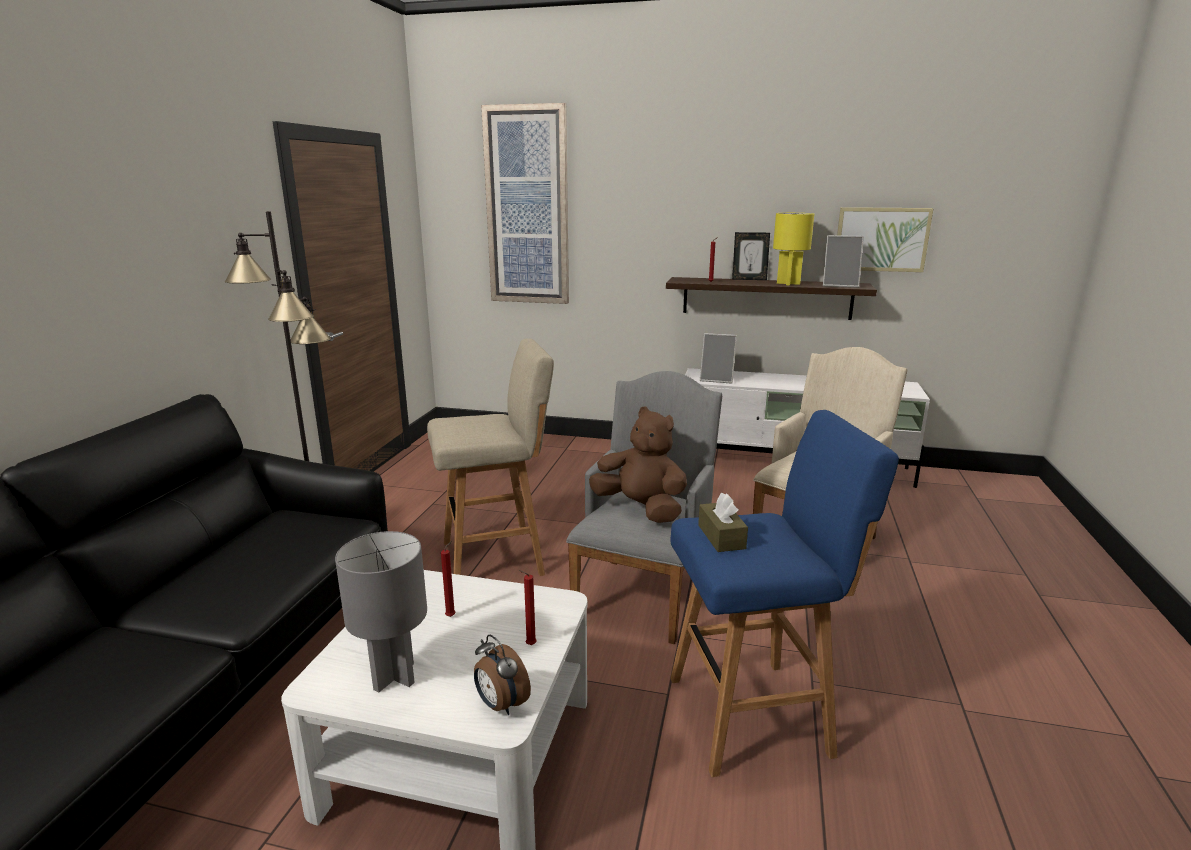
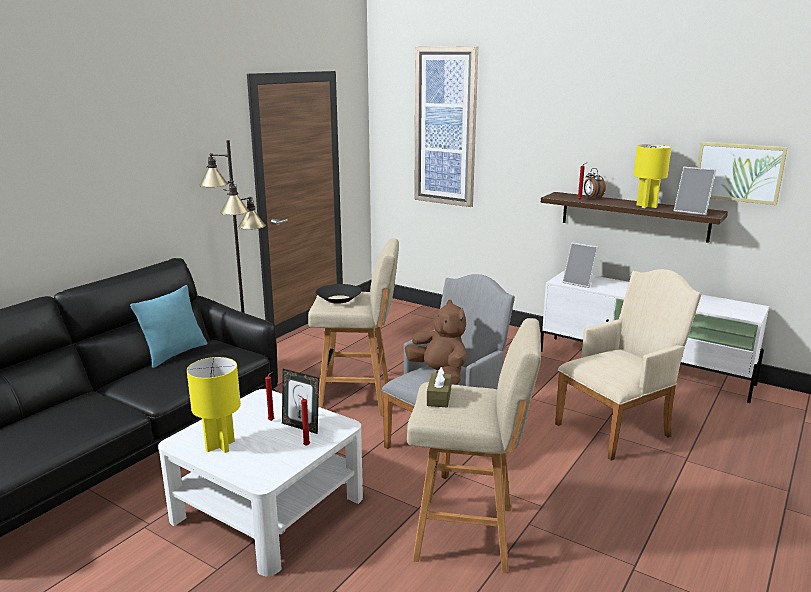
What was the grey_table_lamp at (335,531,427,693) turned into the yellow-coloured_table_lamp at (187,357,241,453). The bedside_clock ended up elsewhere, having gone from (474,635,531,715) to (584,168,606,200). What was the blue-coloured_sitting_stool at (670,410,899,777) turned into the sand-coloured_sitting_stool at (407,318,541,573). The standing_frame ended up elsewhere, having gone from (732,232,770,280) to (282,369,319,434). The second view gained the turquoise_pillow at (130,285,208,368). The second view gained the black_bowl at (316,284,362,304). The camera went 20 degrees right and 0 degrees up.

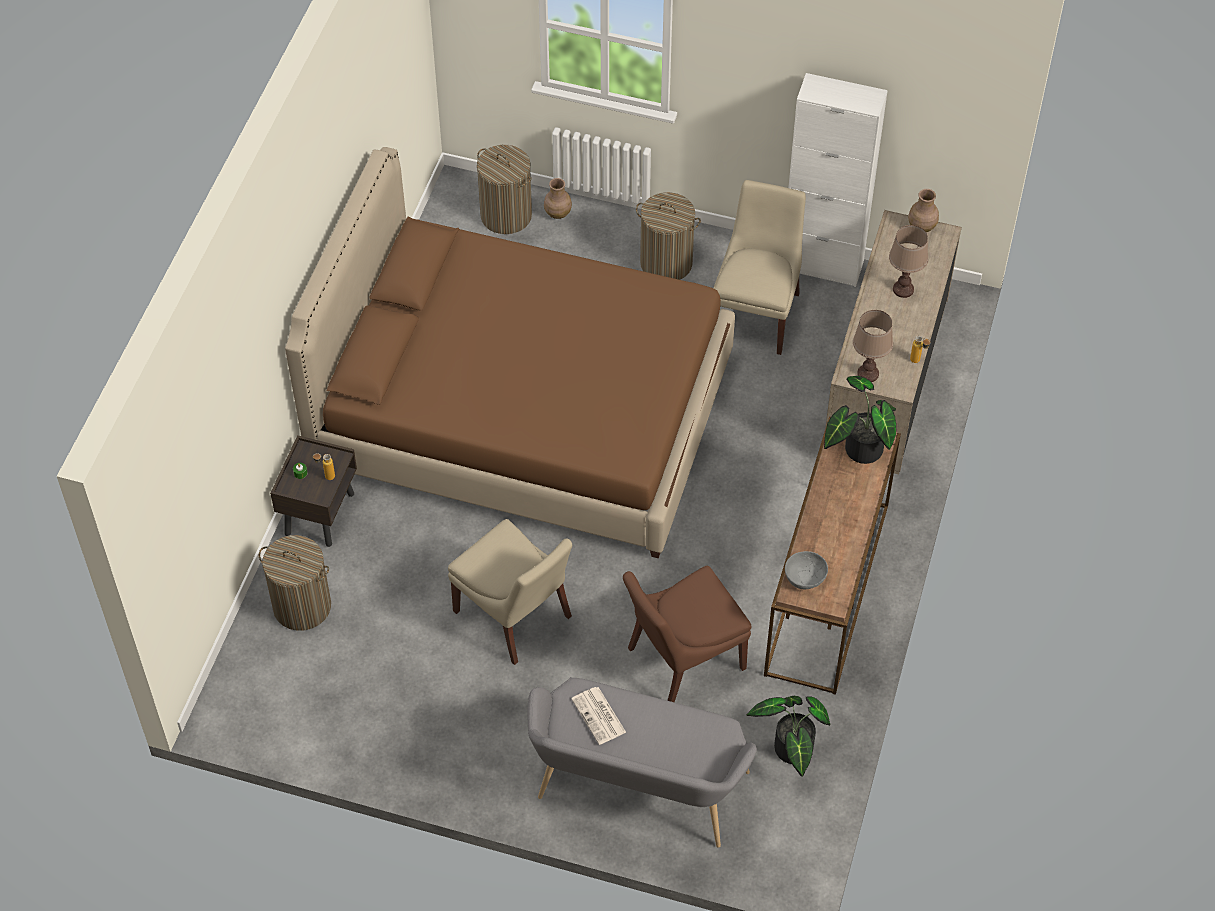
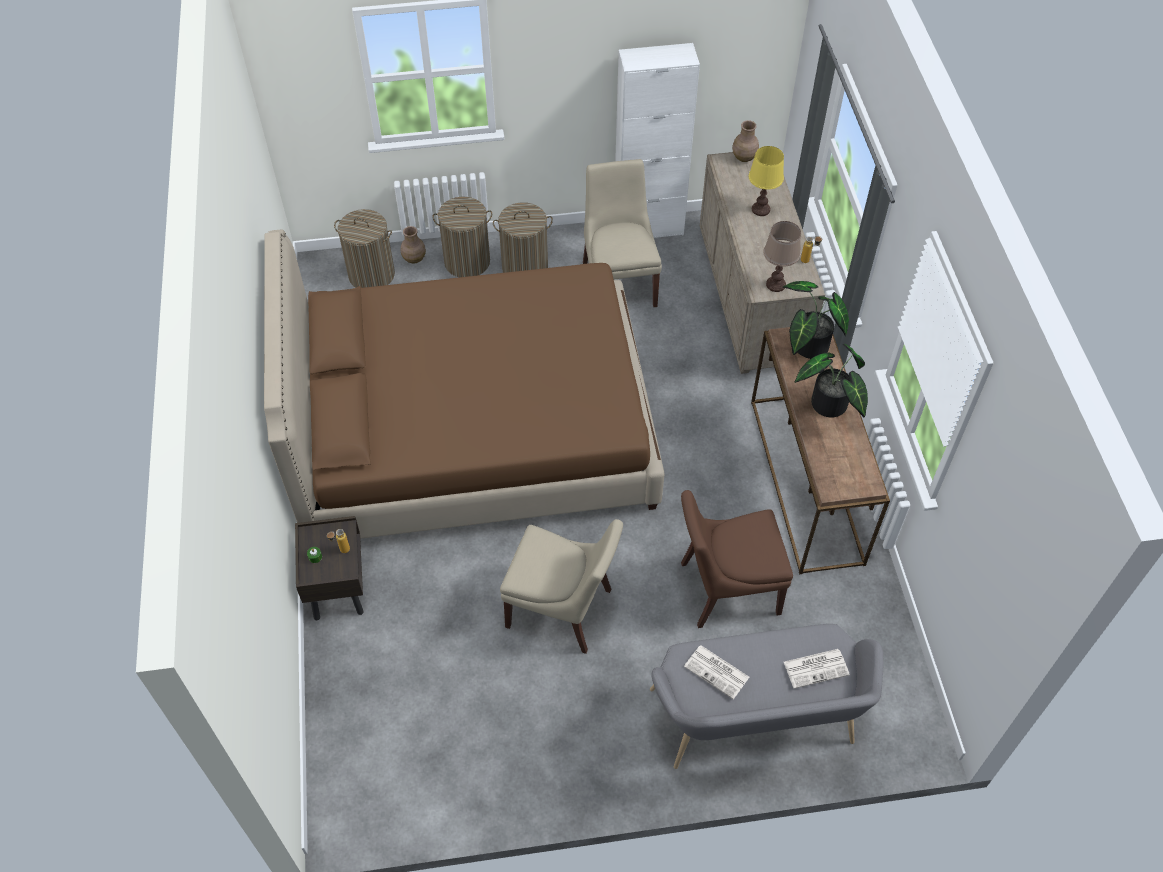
The washing_basket ended up elsewhere, having gone from (259,535,331,631) to (432,197,492,277). The brown-coloured_plain_chair at (623,566,751,702) ended up facing another way, 45 degrees clockwise from before. The potted_plant ended up elsewhere, having gone from (747,696,830,777) to (795,344,868,417). The second view lost the grey_bowl at (785,551,828,589). What was the brown-coloured_table_lamp at (889,225,928,298) turned into the yellow-coloured_table_lamp at (749,146,784,216). The second view gained the daily_paper at (784,649,850,689). The camera went 25 degrees left and 0 degrees up.

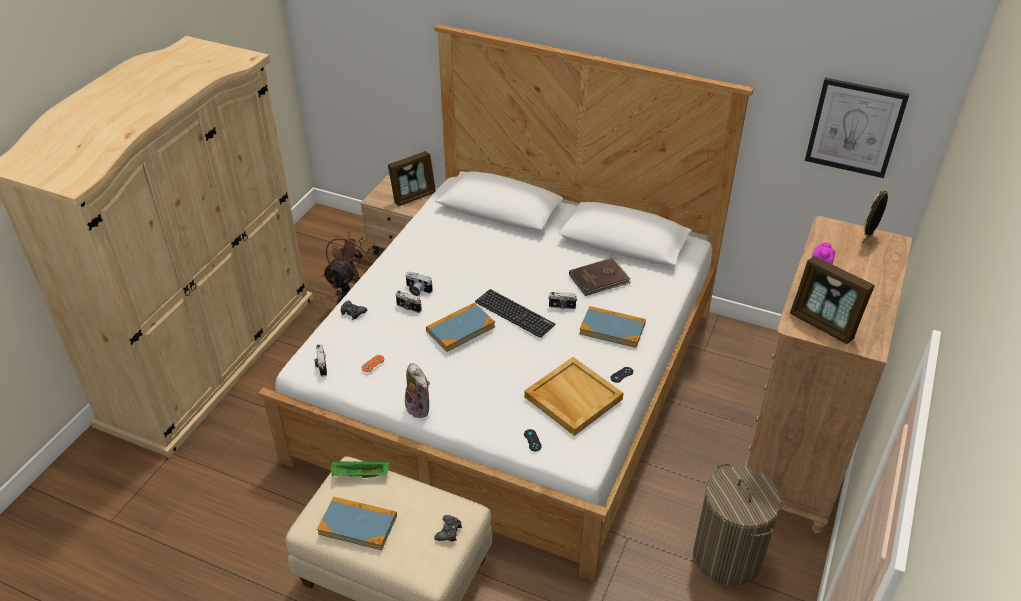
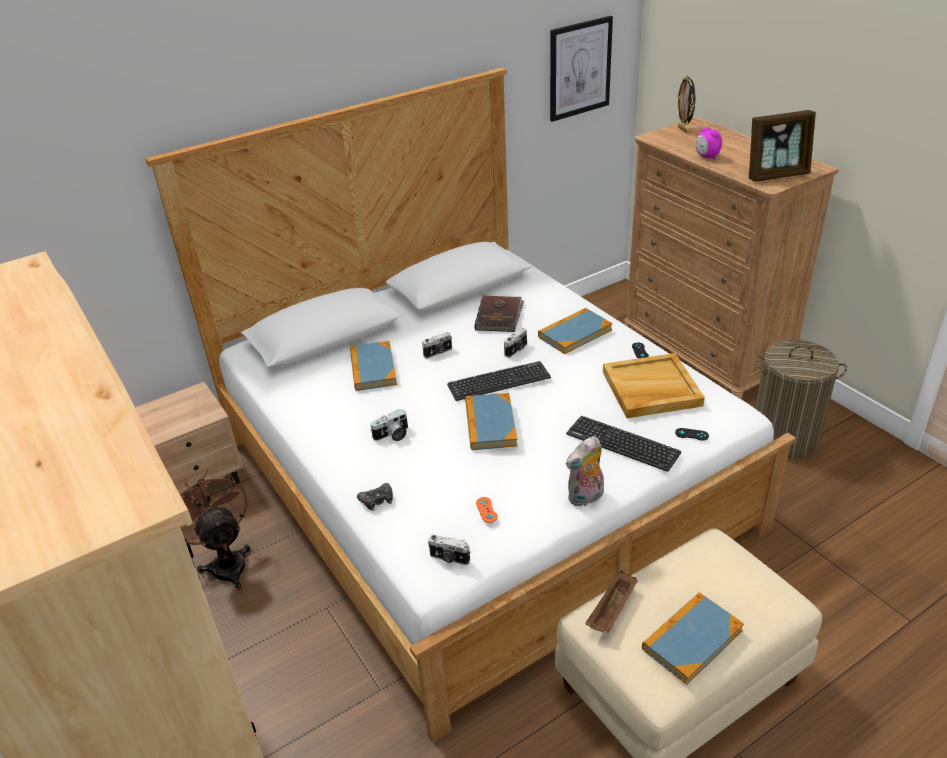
What was the greenish_tray at (331,461,389,478) turned into the brown-coloured_tray at (585,571,638,633). The second view lost the standing_frame at (388,151,436,206). The still_camera ended up elsewhere, having gone from (396,291,422,313) to (422,332,452,359). The soft_toy at (405,363,430,418) ended up facing another way, 150 degrees clockwise from before. The second view lost the black_gamepad at (434,515,462,542). The second view gained the volume at (350,341,397,391). The second view gained the PC_keyboard at (566,416,681,472). The camera went 55 degrees left and 5 degrees down.

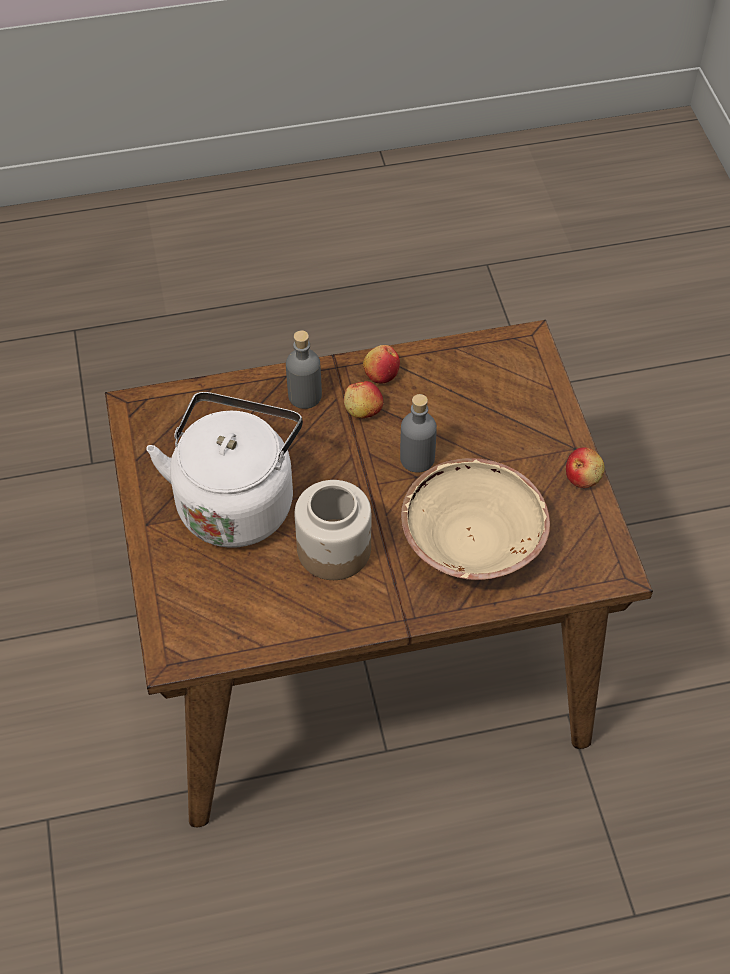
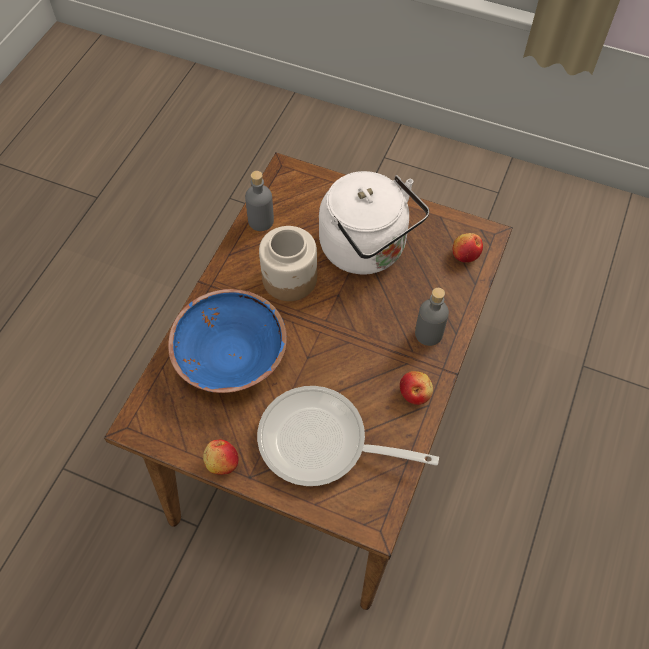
The apple_fruit ended up elsewhere, having gone from (344,381,383,418) to (453,233,483,263). The grey_drink_bottle ended up elsewhere, having gone from (400,394,437,473) to (245,171,274,231). What was the sand-coloured_bowl at (401,458,550,580) turned into the blue-coloured_bowl at (168,289,287,393). The second view gained the skillet at (257,386,439,486). The camera went 125 degrees right and 5 degrees up.

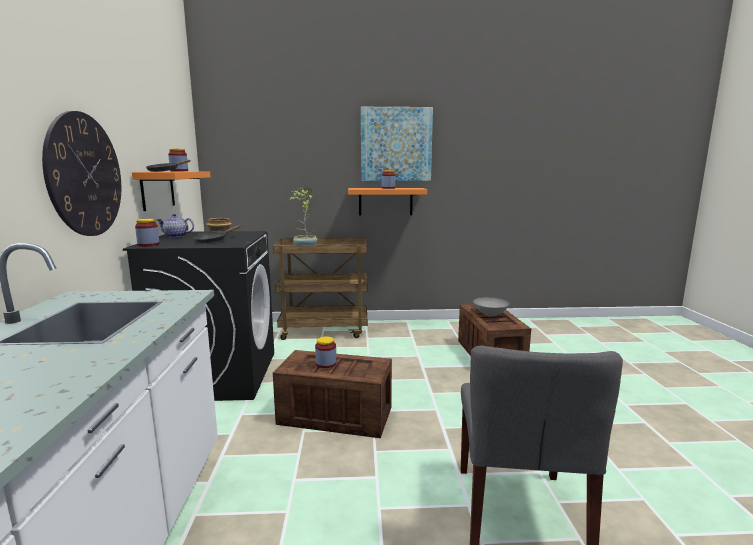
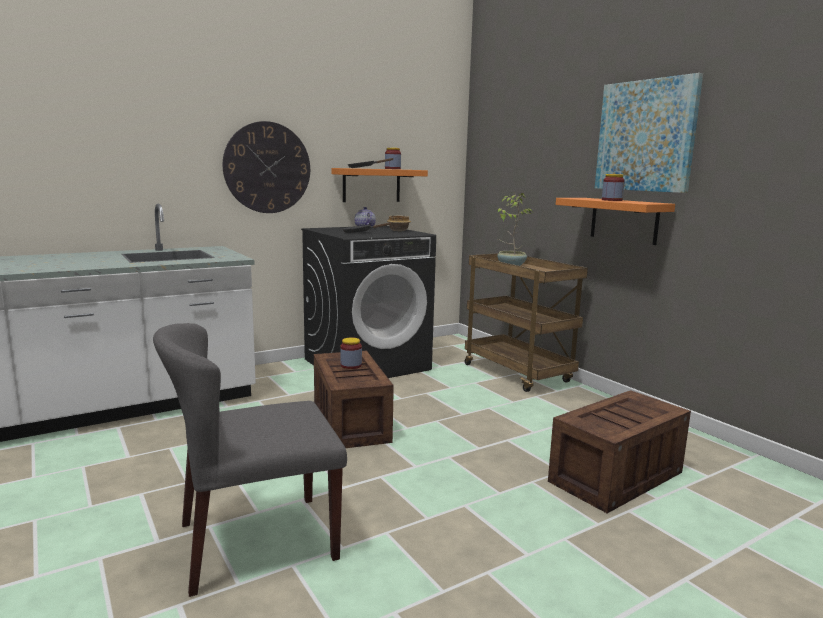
The second view lost the preserve_jar at (135,219,160,247). The second view lost the grey_bowl at (473,297,509,317). The camera went 60 degrees right and 0 degrees up.

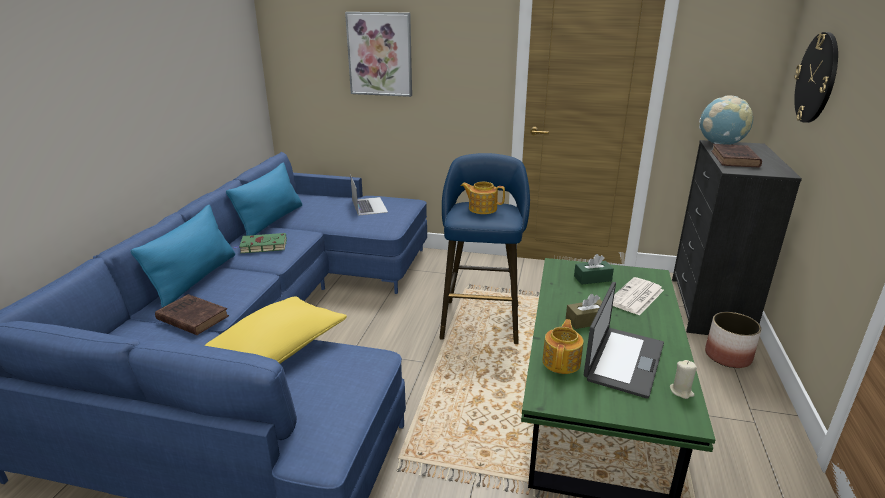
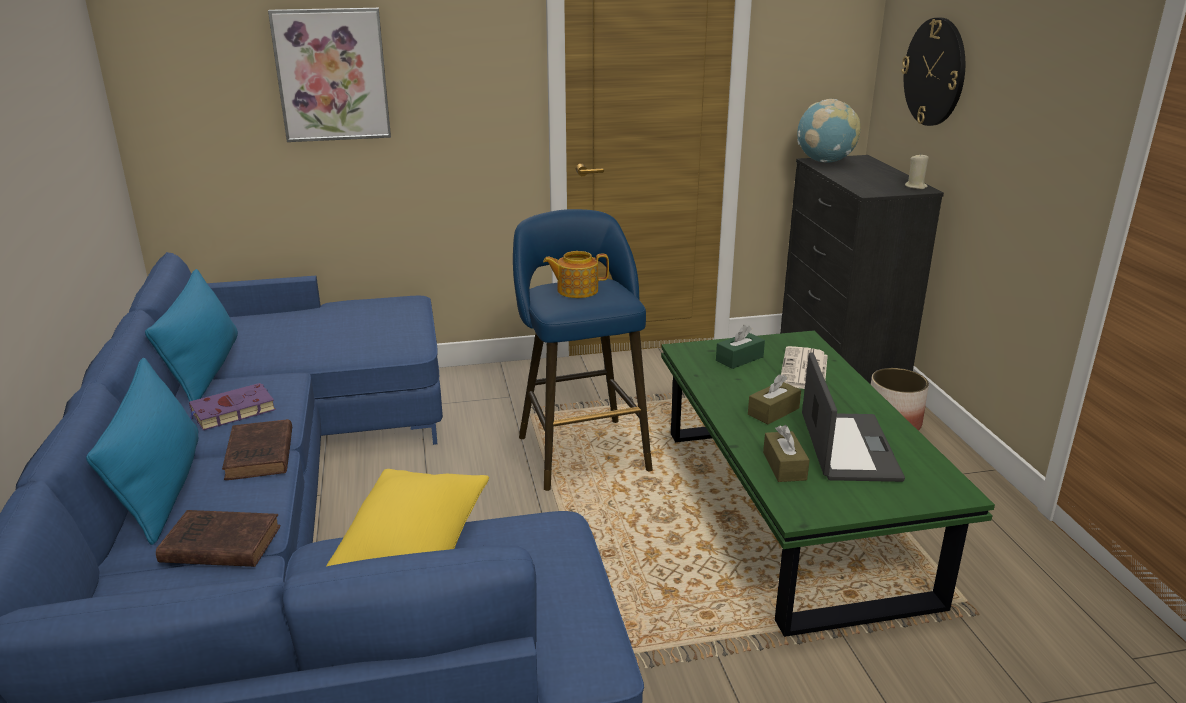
What was the greenish_volume at (234,233,287,253) turned into the purple-coloured_volume at (189,383,276,430). The second view lost the portable_computer at (350,175,388,216). Where the pot_for_tea stood at (542,319,584,374), the brown-coloured_box_of_tissues came to stand at (763,425,810,482). The sand-coloured_wax_light ended up elsewhere, having gone from (670,360,697,399) to (905,153,929,189). The brown-coloured_volume ended up elsewhere, having gone from (711,144,762,168) to (222,419,292,480). The camera went 25 degrees left and 0 degrees up.

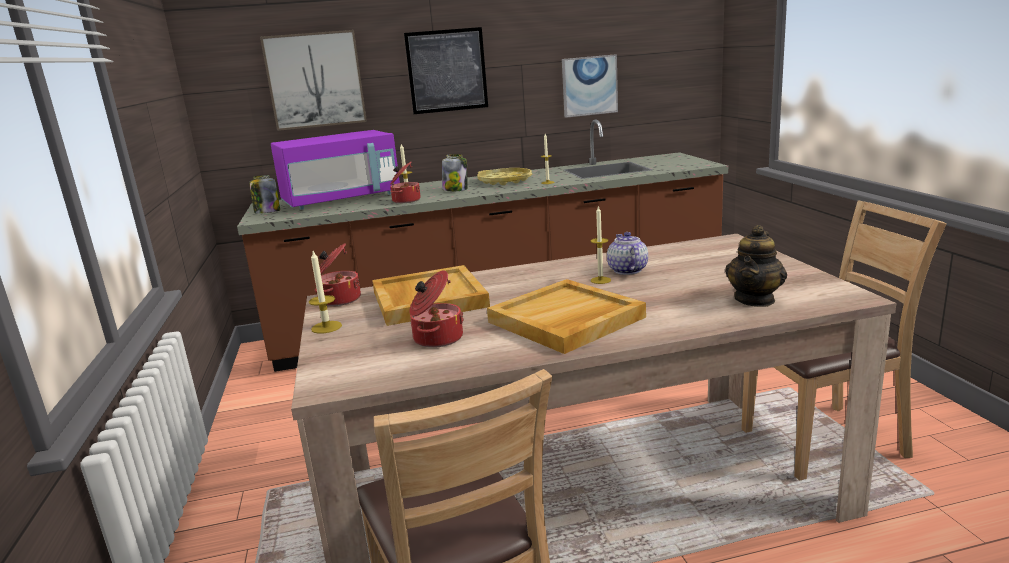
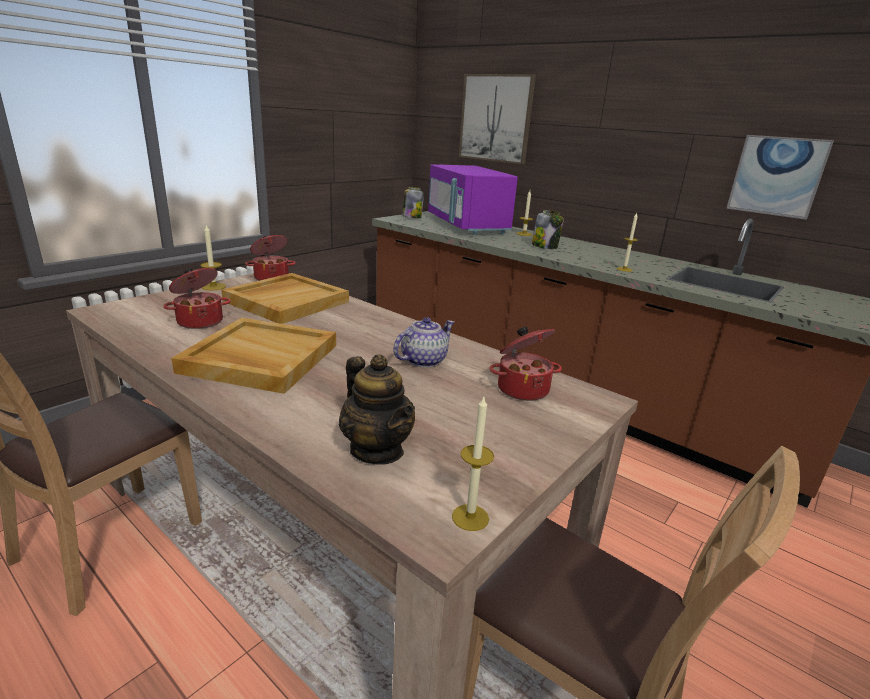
The purple-coloured_microwave at (271,130,400,210) ended up facing another way, 45 degrees clockwise from before. The cooking_pot ended up elsewhere, having gone from (390,162,421,203) to (489,327,562,401). The second view lost the picture at (404,27,488,114). The second view lost the yellow-coloured_tray at (477,168,532,185). The wax_light ended up elsewhere, having gone from (591,205,611,284) to (452,397,494,531). The pot_for_tea at (725,225,787,307) ended up facing another way, 120 degrees counterclockwise from before. The camera went 50 degrees right and 5 degrees up.

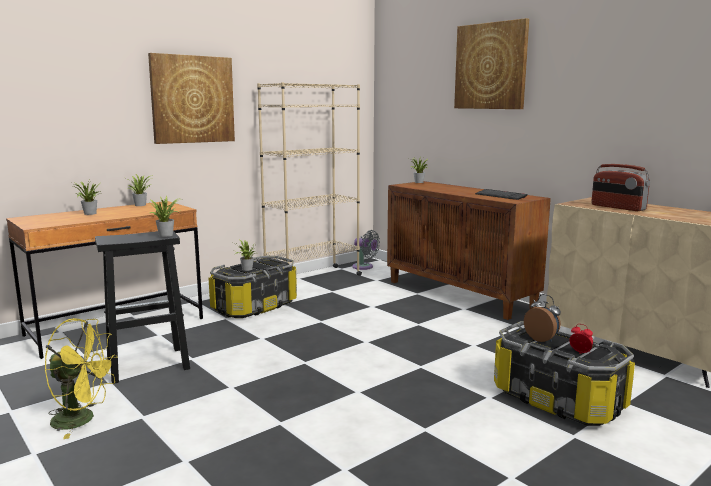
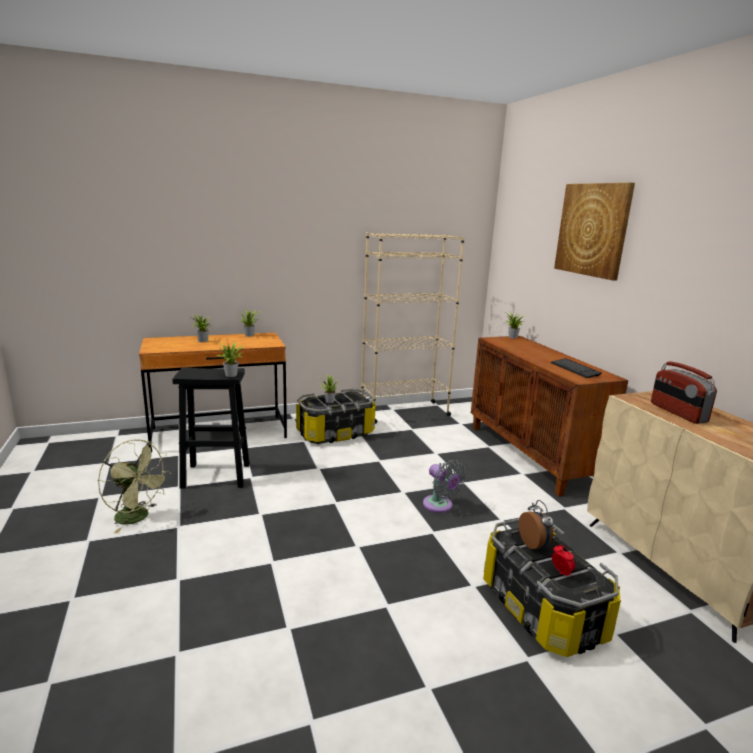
What was the yellow-coloured_fan at (44,318,118,439) turned into the greenish_fan at (98,439,171,533). The second view lost the picture at (148,53,235,144). The grey_fan ended up elsewhere, having gone from (352,230,380,270) to (423,460,466,513). The camera went 20 degrees right and 5 degrees up.

